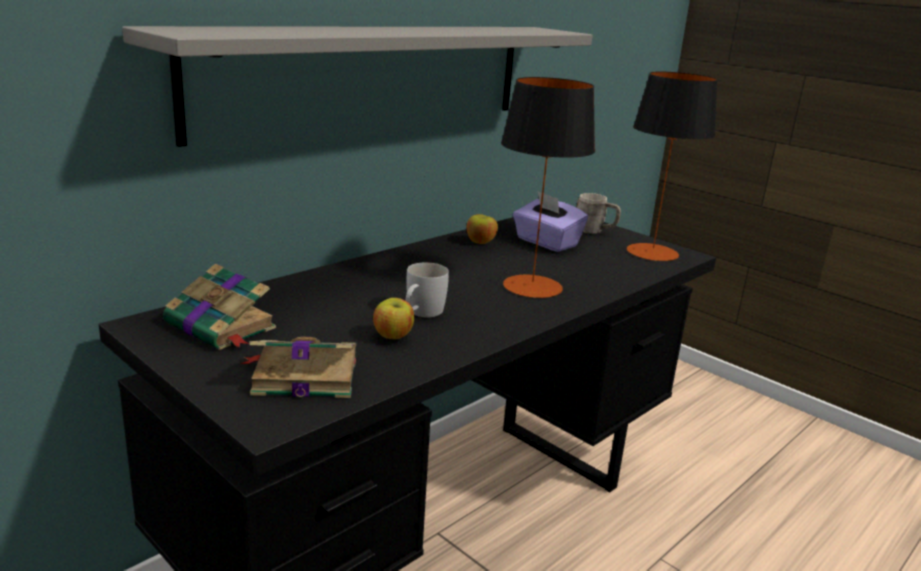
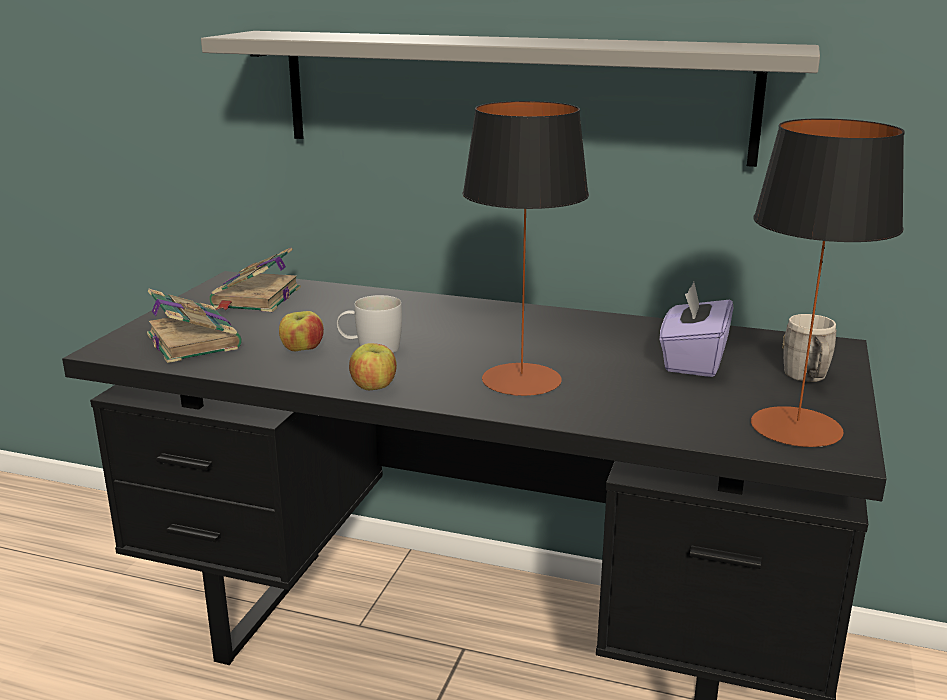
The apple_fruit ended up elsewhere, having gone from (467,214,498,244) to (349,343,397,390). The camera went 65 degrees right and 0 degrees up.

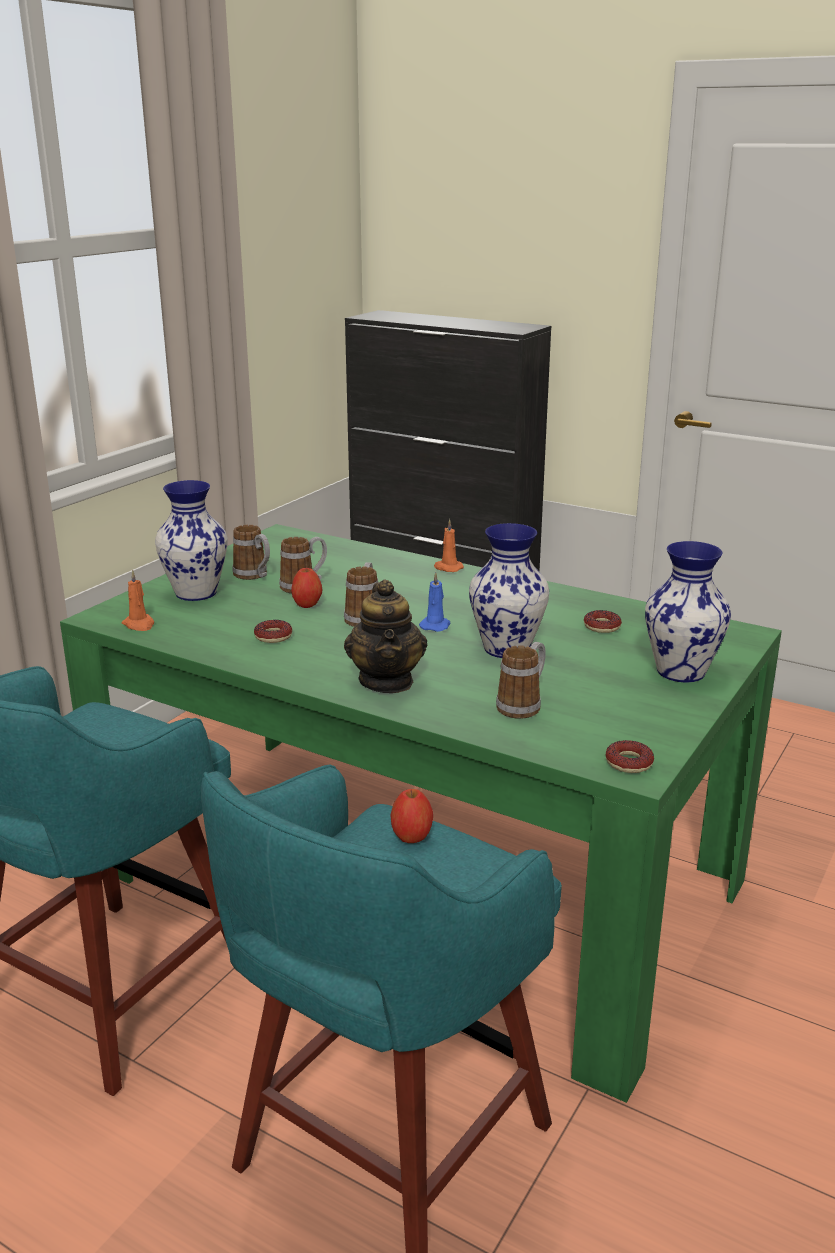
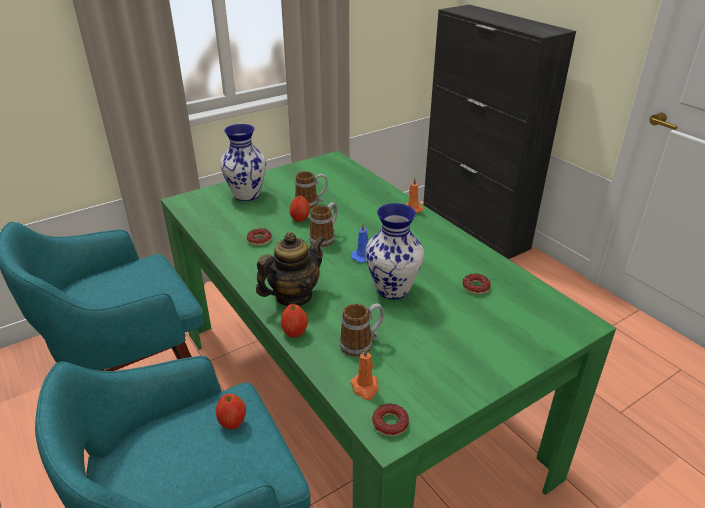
The orange-coloured_wax_light ended up elsewhere, having gone from (121,570,154,631) to (350,347,379,400). The second view lost the mug at (233,525,270,580). The pot_for_tea at (344,579,427,693) ended up facing another way, 150 degrees counterclockwise from before. The second view lost the flower_vase at (645,541,731,682). The second view gained the apple_fruit at (281,304,308,338). The camera went 25 degrees right and 10 degrees up.

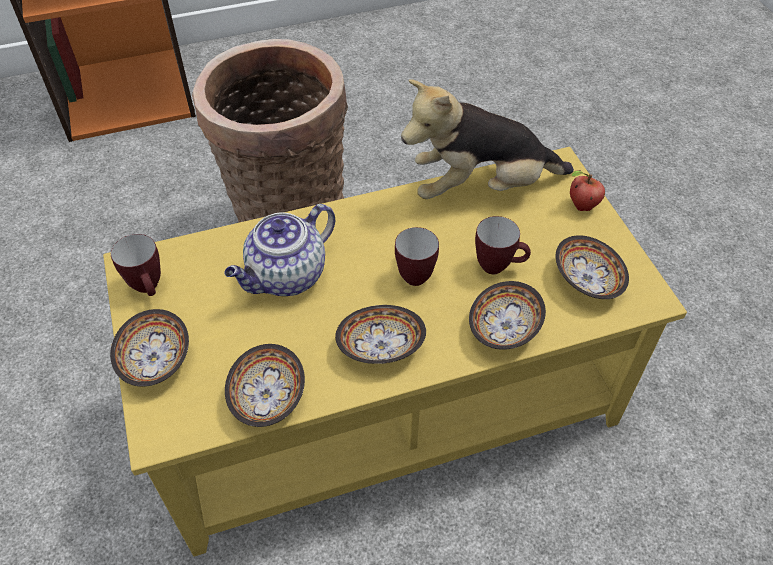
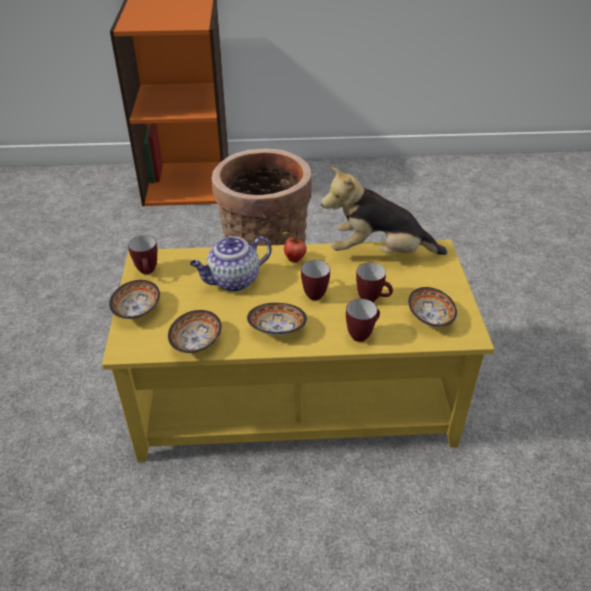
Where the bowl stood at (469,281,546,350), the mug came to stand at (346,299,380,342). The apple_fruit ended up elsewhere, having gone from (570,170,605,211) to (280,232,307,262). The camera went 15 degrees right and 10 degrees down.

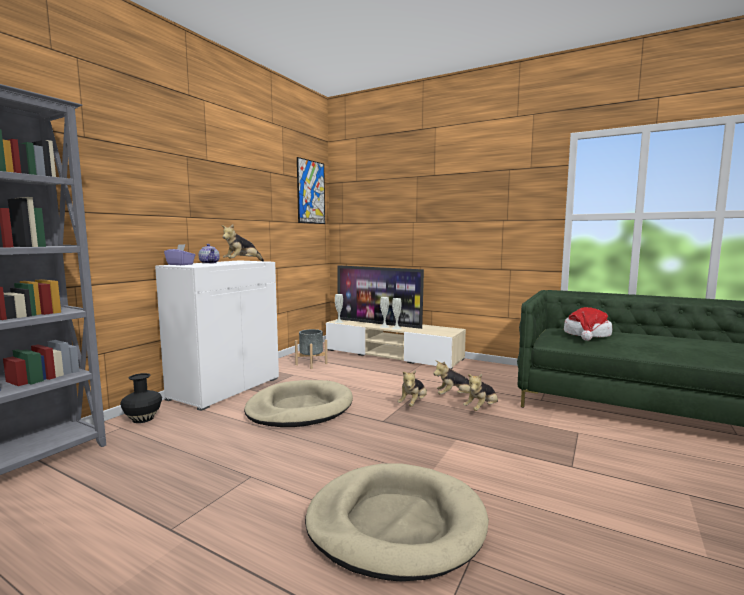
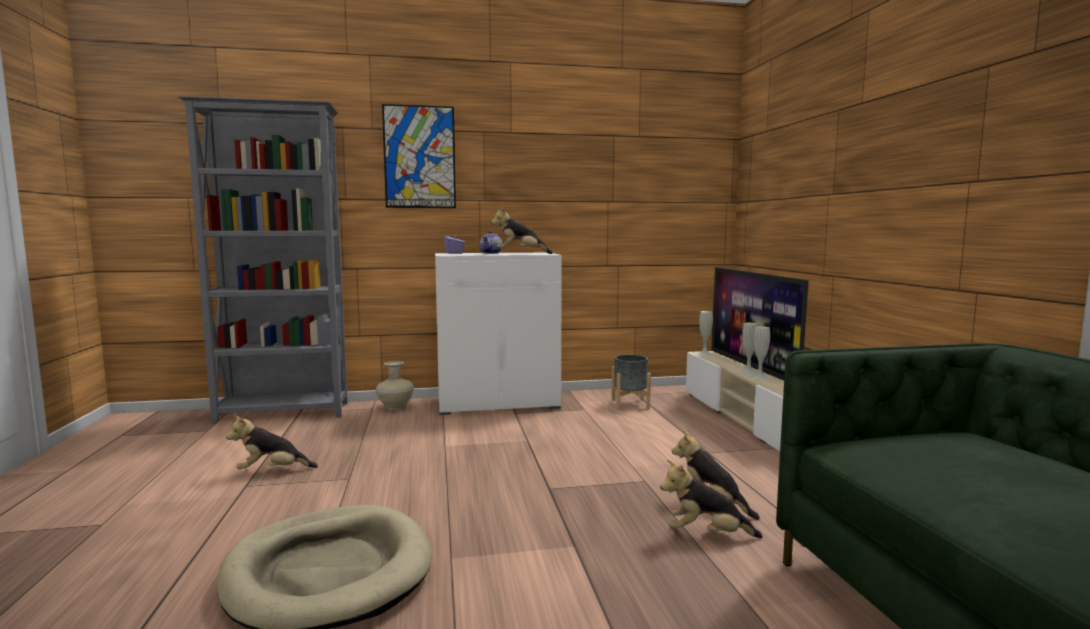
What was the black_flower_vase at (120,373,162,423) turned into the sand-coloured_flower_vase at (376,361,414,410). The second view lost the sand-coloured_dog_cushion at (244,380,353,427). The picture ended up elsewhere, having gone from (297,157,325,224) to (382,104,456,208). The soft_toy ended up elsewhere, having gone from (398,370,427,407) to (226,415,318,469). The second view lost the clothing_hat at (564,307,612,341). The camera went 50 degrees right and 0 degrees up.

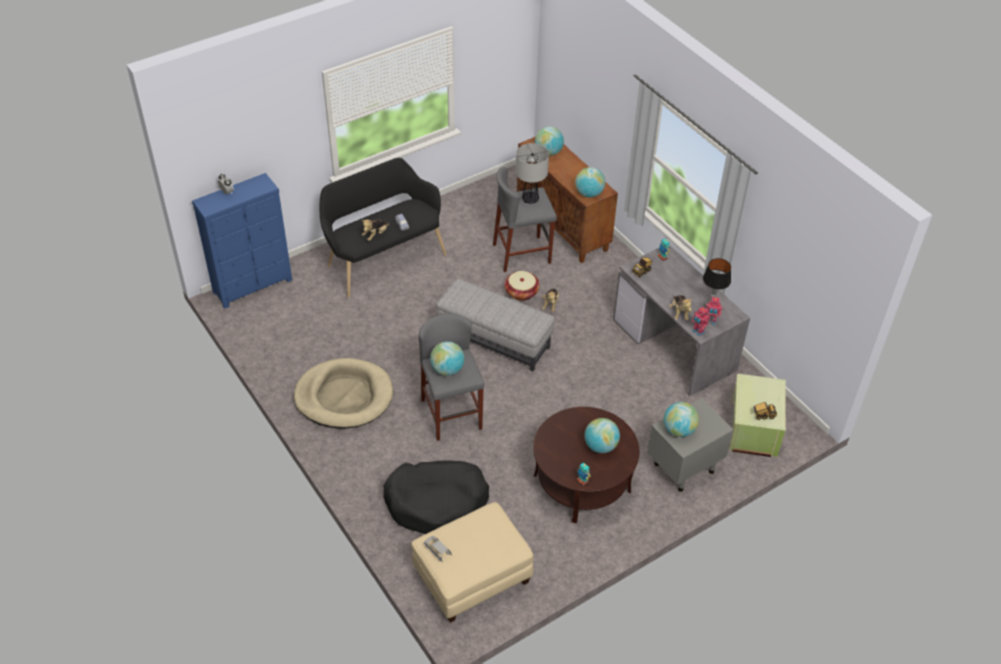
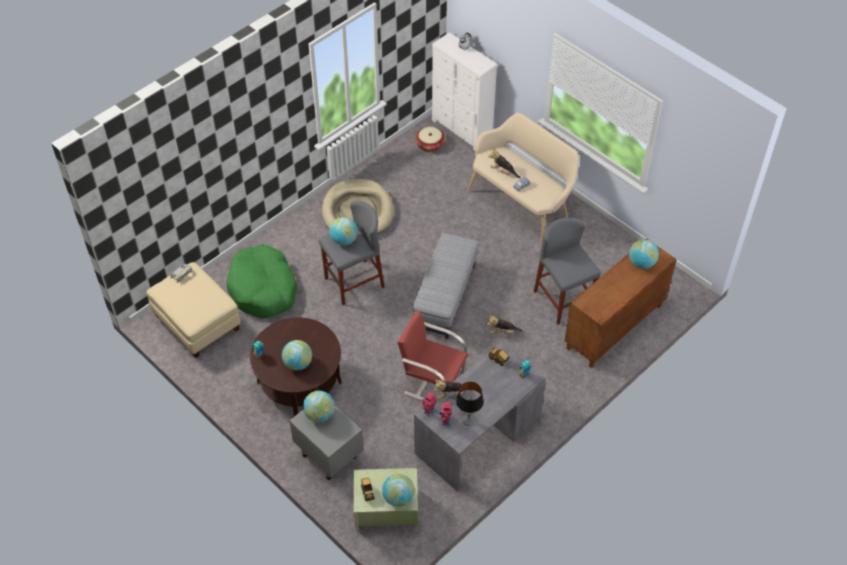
What was the blue-coloured_chest_of_drawers at (192,173,292,309) turned into the whitish_chest_of_drawers at (432,32,497,151). What was the black_bench at (320,158,447,297) turned into the sand-coloured_bench at (467,113,579,246). What was the black_dog_cushion at (384,460,489,534) turned into the greenish_dog_cushion at (226,244,297,319). The storage_basket ended up elsewhere, having gone from (504,271,540,301) to (415,127,445,152). The second view lost the table_lamp at (516,143,549,203). The globe ended up elsewhere, having gone from (575,167,605,197) to (382,474,415,507). The second view gained the red_plain_chair at (398,311,468,401). The camera went 80 degrees right and 5 degrees up.

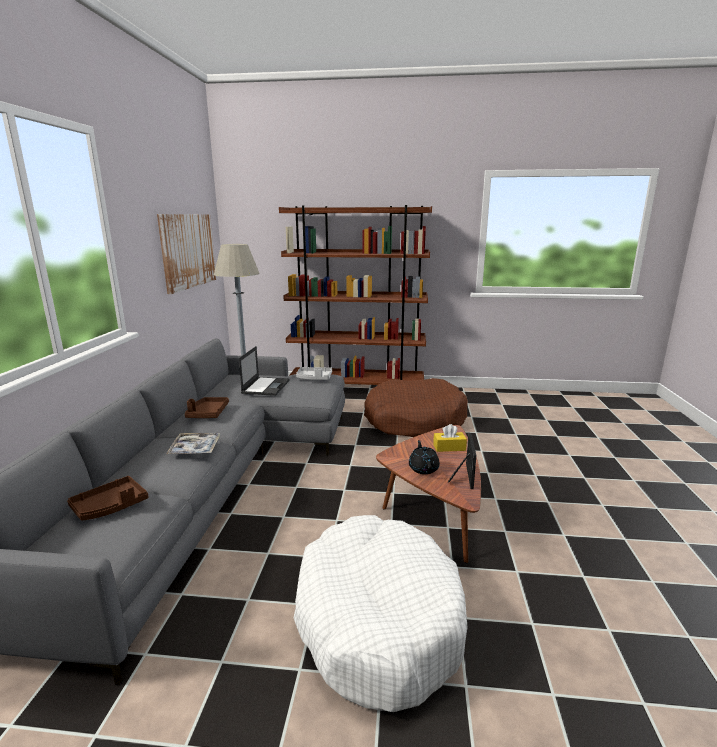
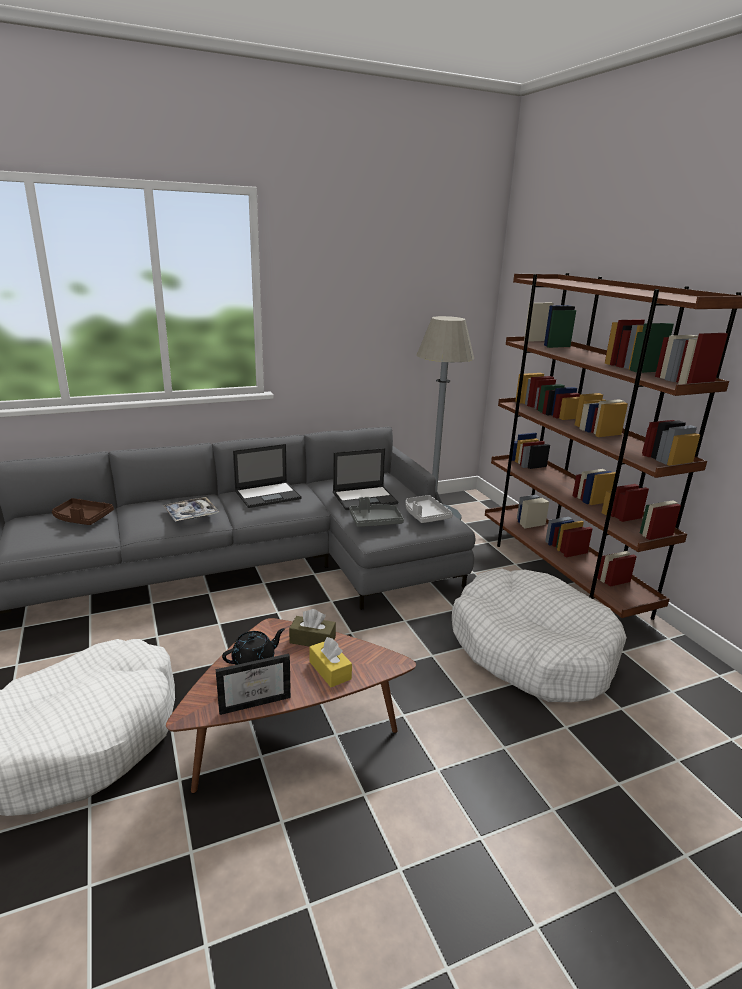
The second view lost the picture at (157,214,216,294). Where the brown-coloured_tray stood at (185,397,229,418), the portable_computer came to stand at (233,444,302,508). What was the brown-coloured_dog_cushion at (364,378,468,437) turned into the whitish_dog_cushion at (452,568,627,702). The second view gained the brown-coloured_box_of_tissues at (289,609,336,647). The second view gained the grey_tray at (349,497,404,527). The camera went 60 degrees right and 5 degrees up.

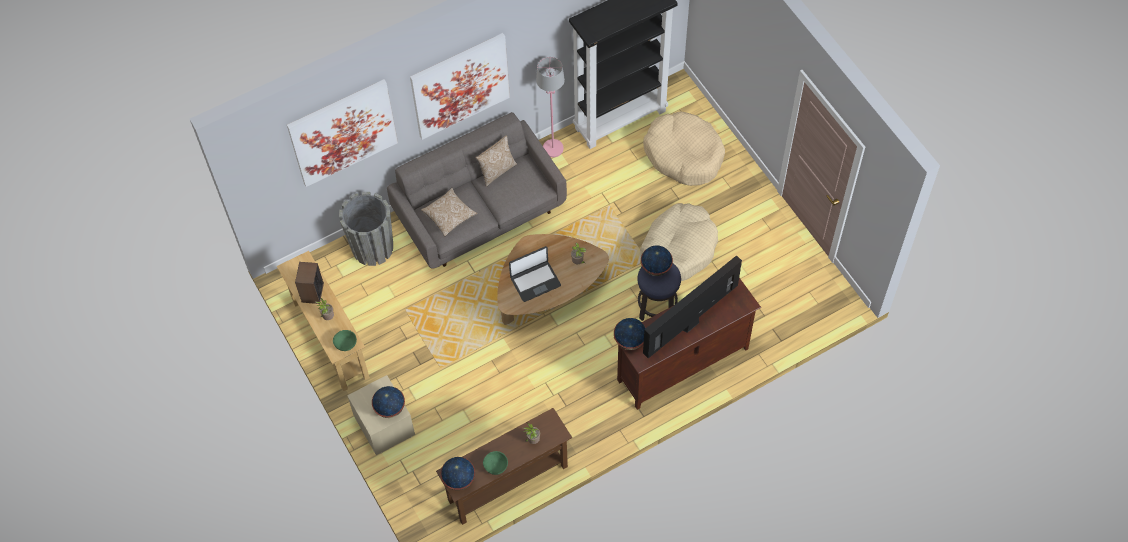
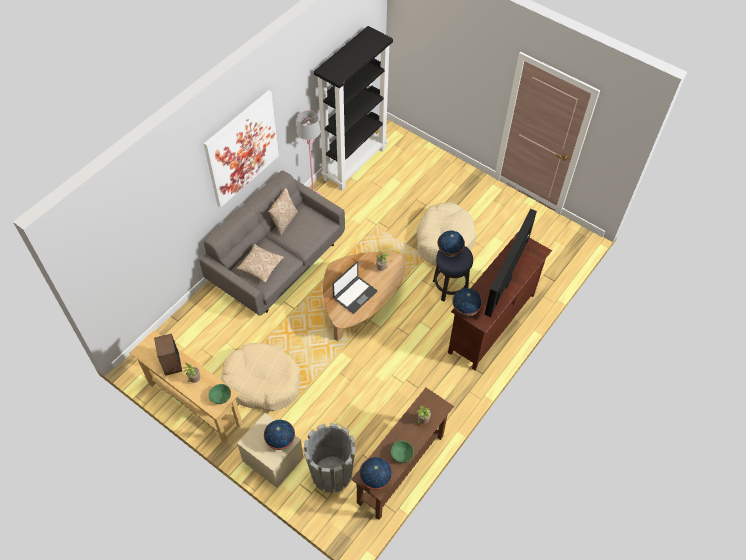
The second view lost the picture at (287,79,398,187). The grey_planter ended up elsewhere, having gone from (339,192,393,266) to (304,423,356,493). The sand-coloured_dog_cushion ended up elsewhere, having gone from (643,112,725,186) to (221,343,300,411). The camera went 25 degrees left and 5 degrees down.

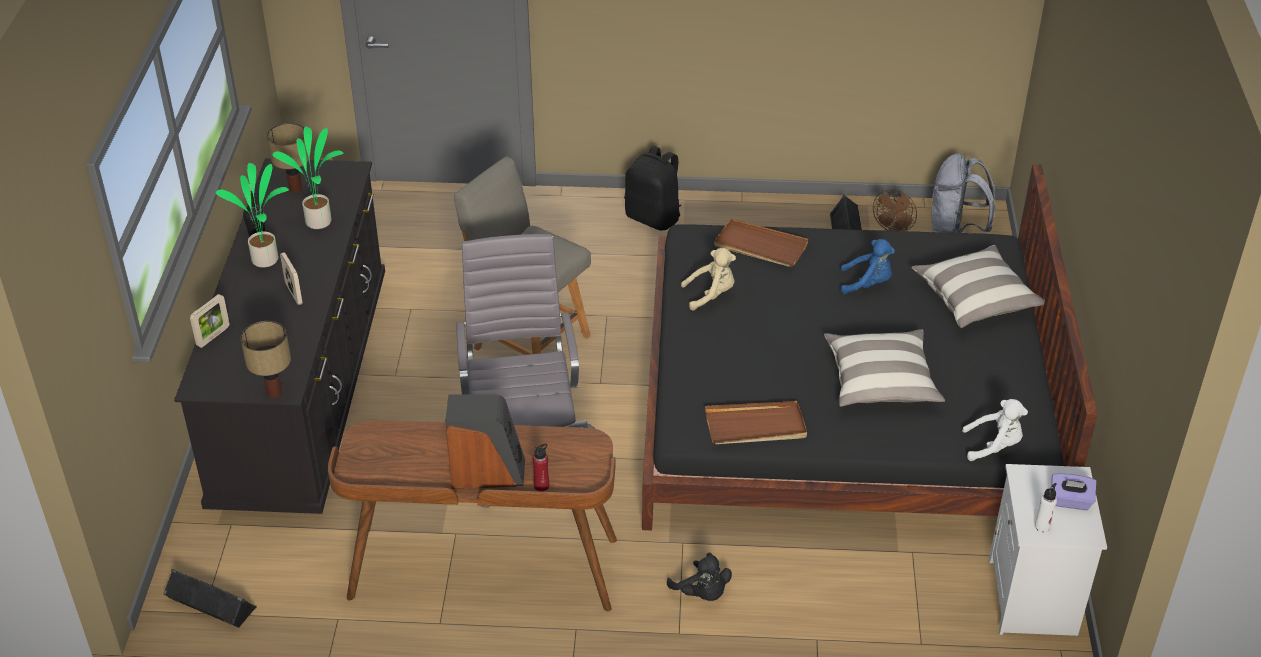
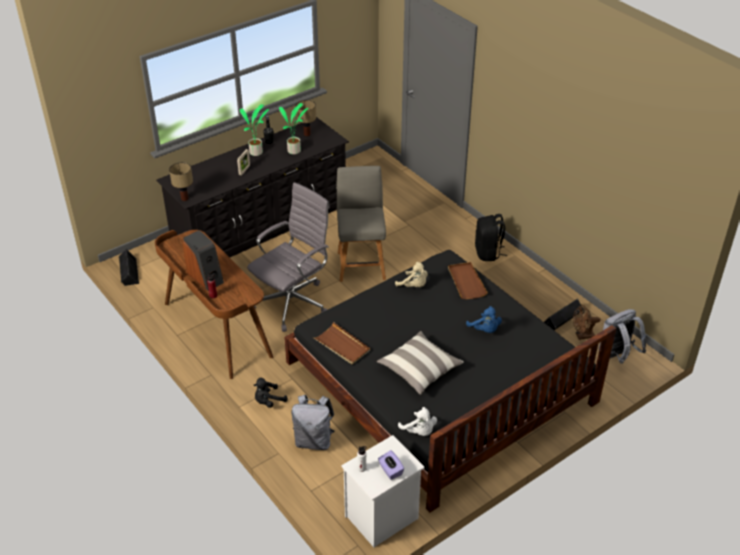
The second view lost the standing_frame at (190,294,229,348). The black_soft_toy at (667,552,732,601) ended up facing another way, 45 degrees clockwise from before. The second view lost the pillow at (912,245,1045,328). The second view gained the grey_backpack at (291,395,335,450). The camera went 50 degrees right and 0 degrees up.

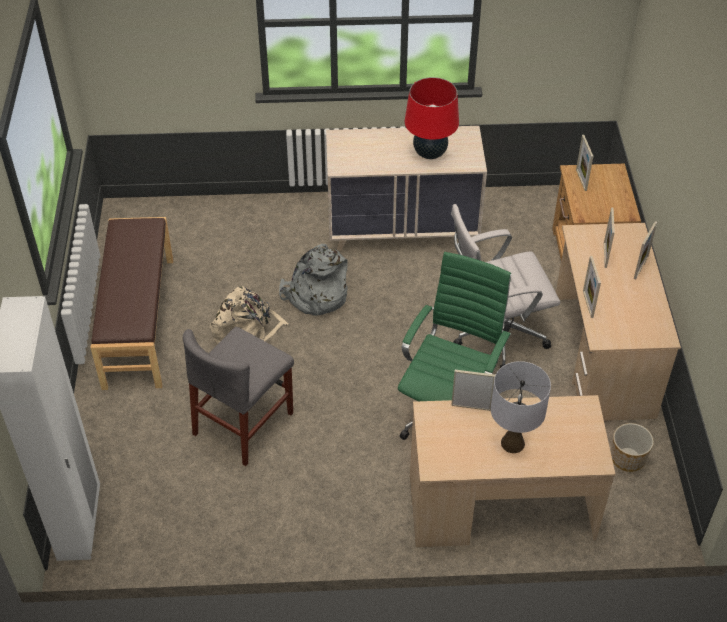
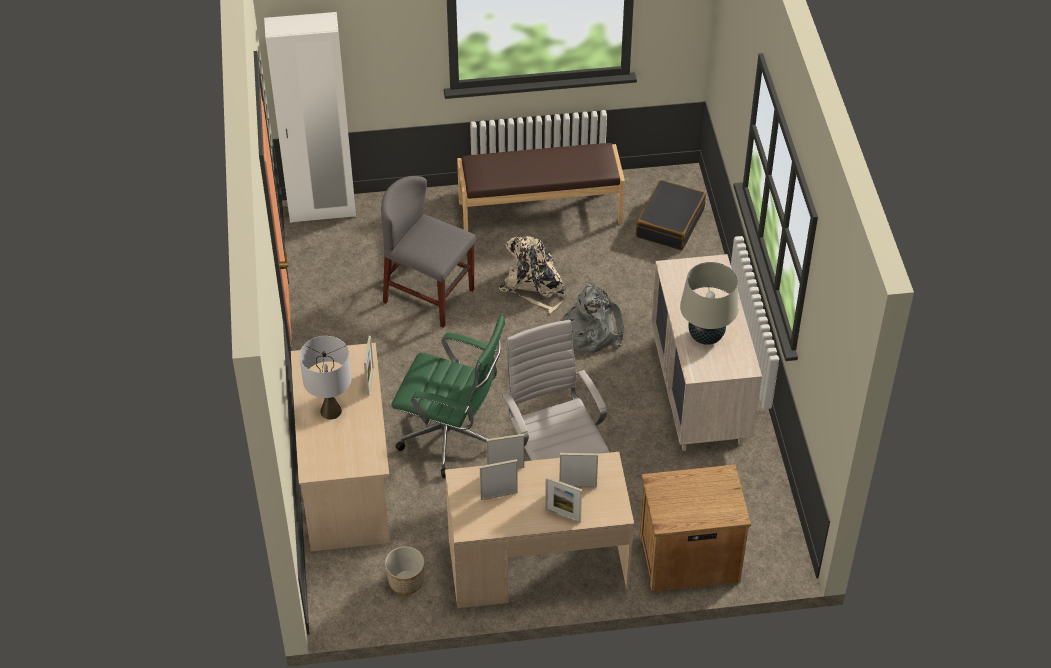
What was the red_table_lamp at (405,77,459,159) turned into the sand-coloured_table_lamp at (680,262,738,345). The standing_frame ended up elsewhere, having gone from (576,135,593,191) to (480,459,518,500). The second view gained the black_travel_case at (636,180,706,250). The camera went 85 degrees right and 0 degrees up.

